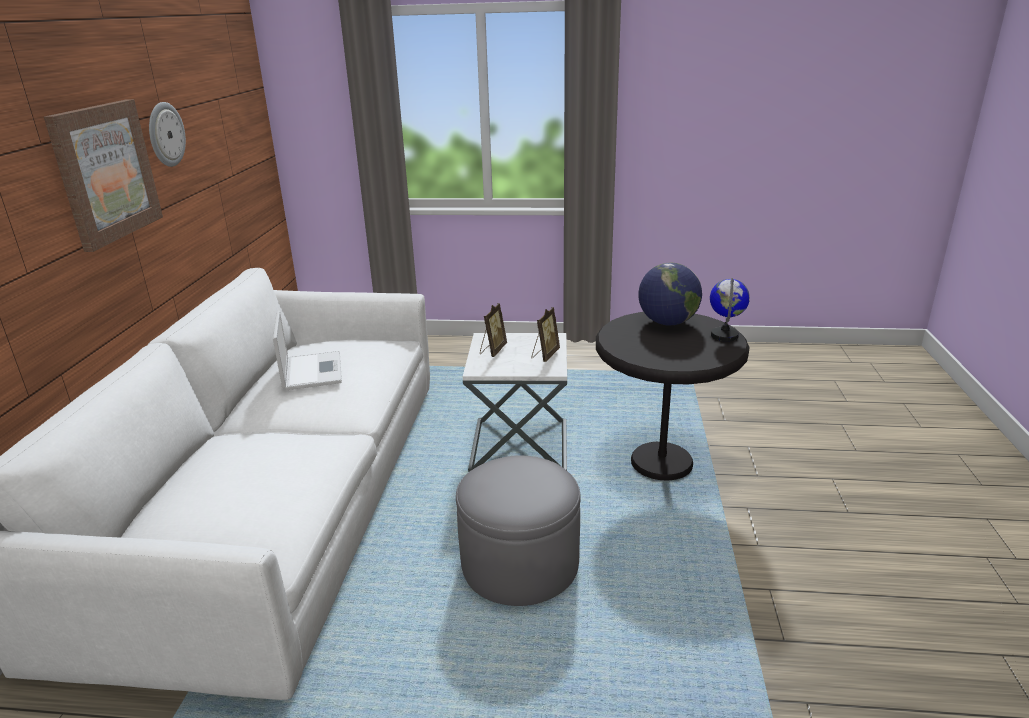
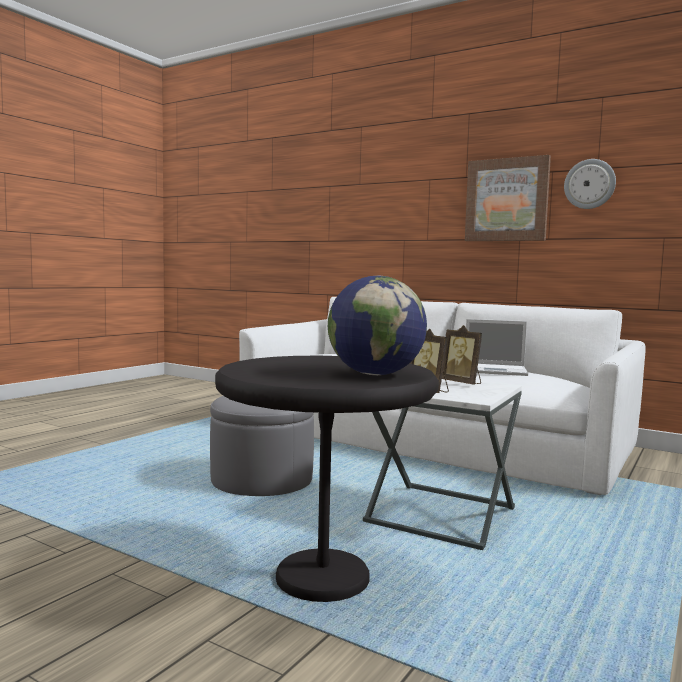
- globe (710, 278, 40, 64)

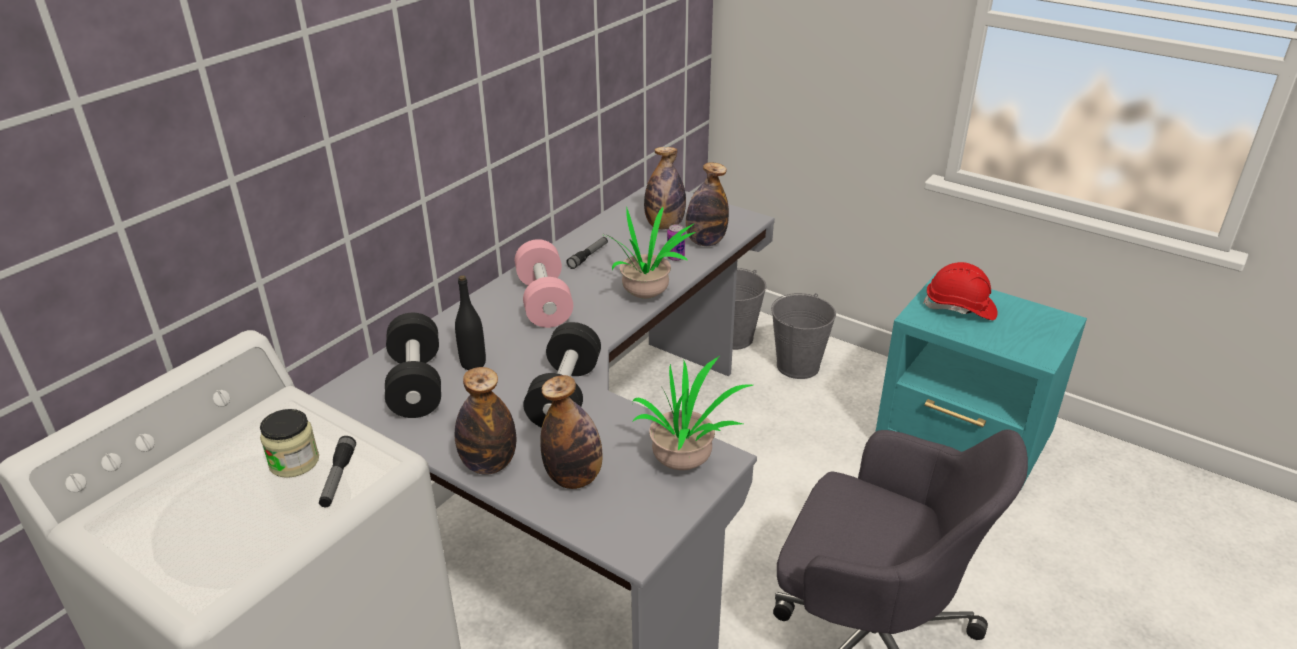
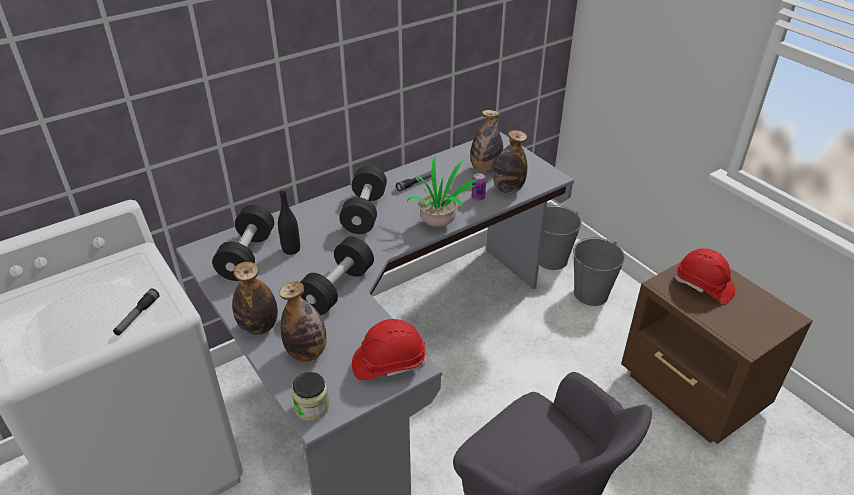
~ jar (260, 409, 59, 69) to (292, 372, 38, 49)
~ pink dumbbell (515, 239, 58, 89) to black dumbbell (339, 166, 48, 68)
~ potted plant (633, 356, 120, 114) to red hard hat (352, 319, 74, 61)
~ turquoise nightstand (876, 273, 211, 210) to brown nightstand (621, 262, 192, 182)

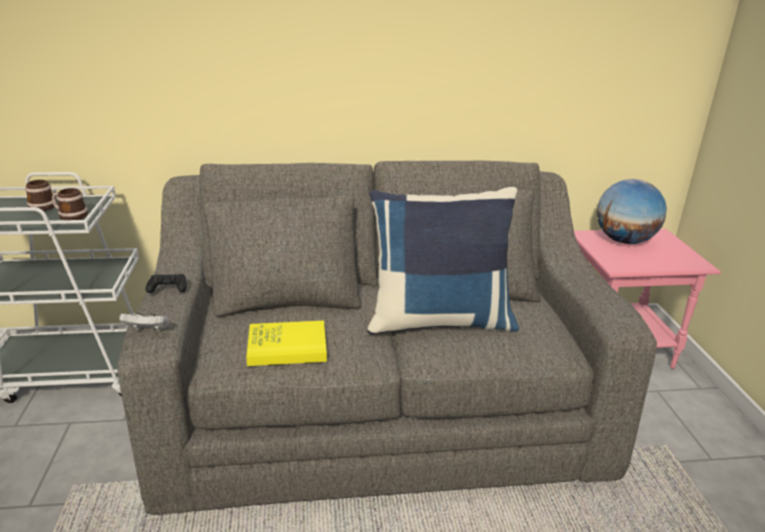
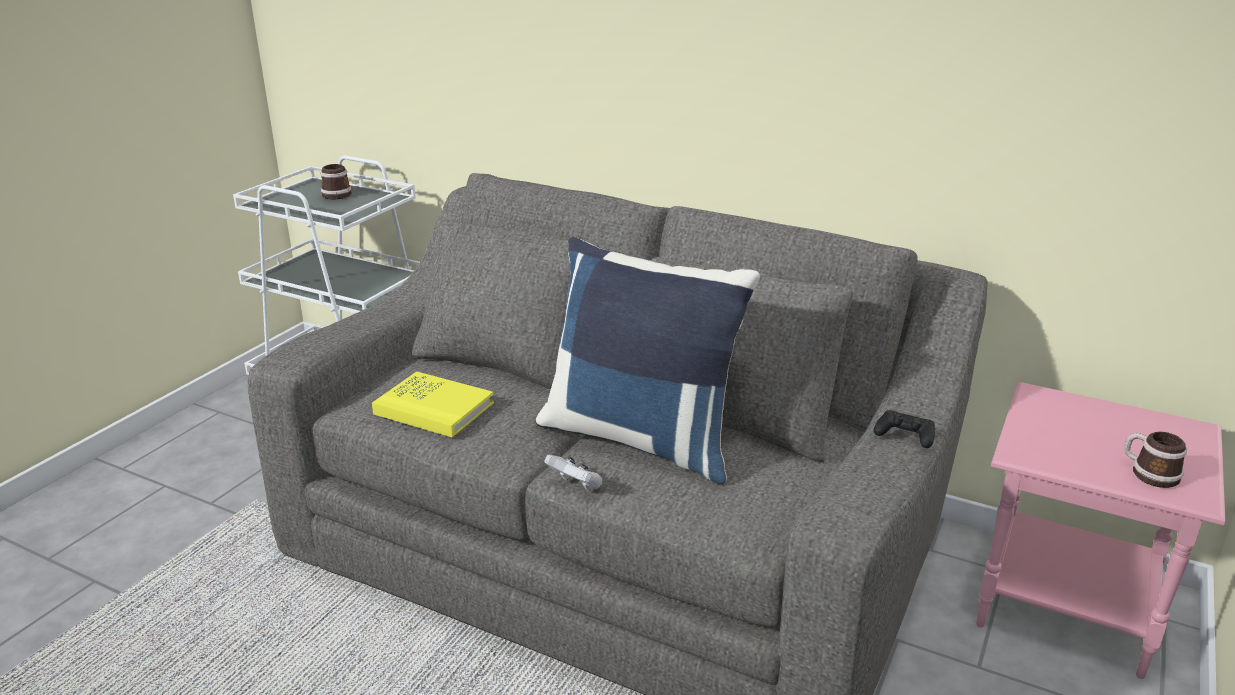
~ mug (52, 188, 36, 32) to (1124, 432, 63, 56)
~ white game controller (119, 313, 50, 19) to (544, 454, 58, 37)
~ black game controller (146, 274, 41, 19) to (874, 410, 61, 38)
- globe (597, 179, 70, 65)

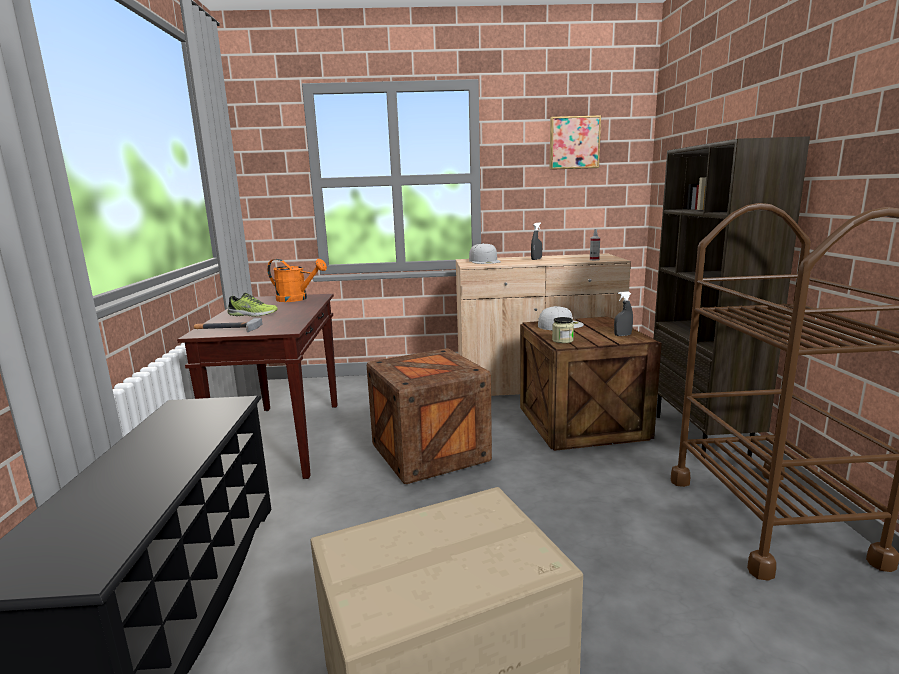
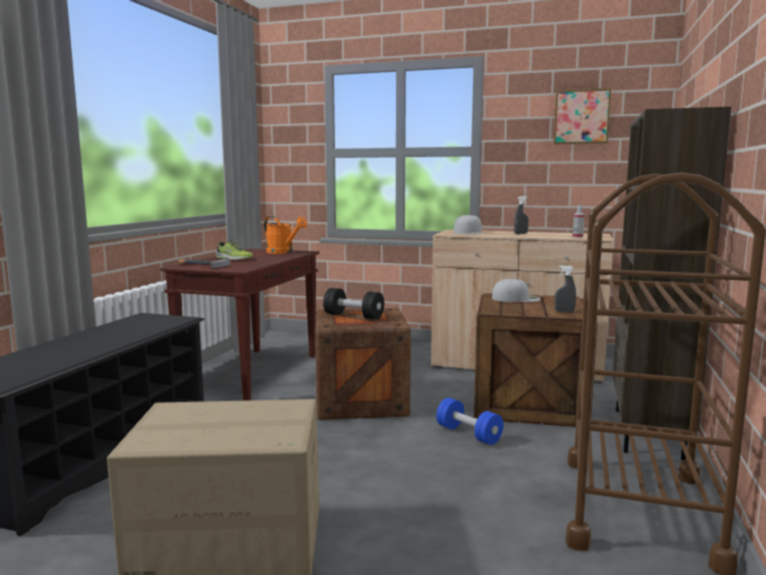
- jar (552, 317, 22, 26)
+ black dumbbell (323, 288, 61, 32)
+ blue dumbbell (436, 398, 68, 47)

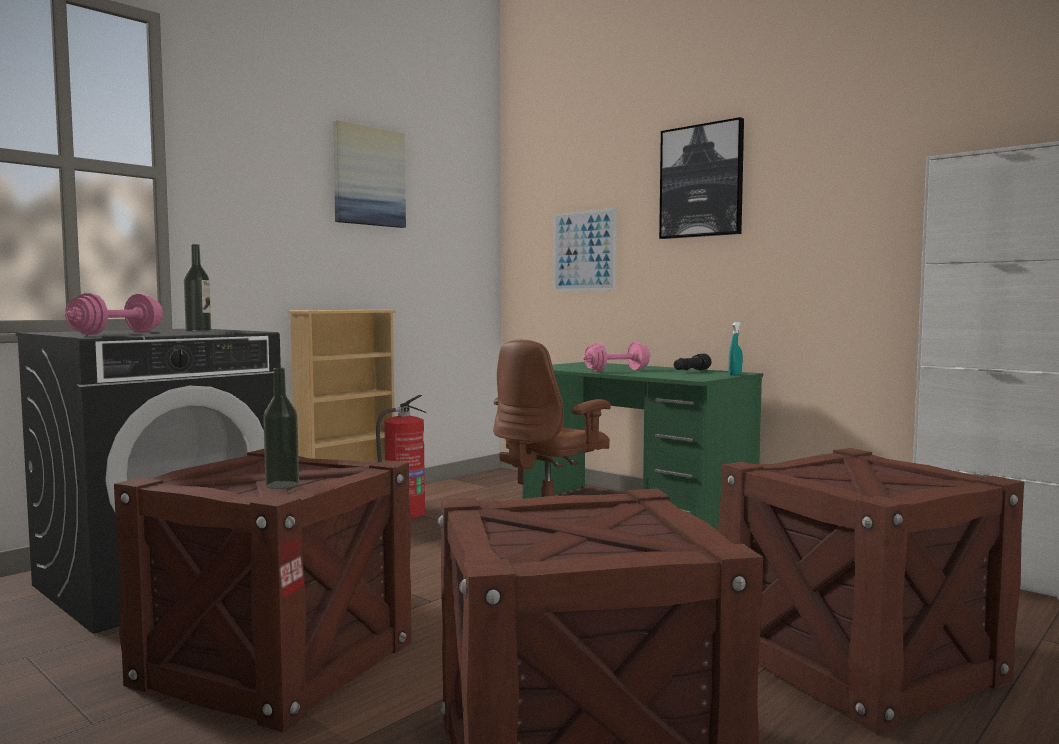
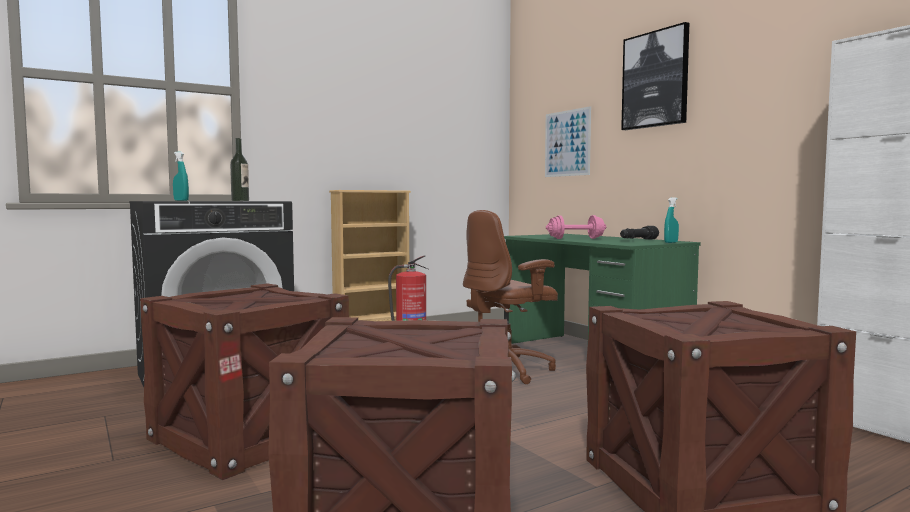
~ pink dumbbell (65, 293, 98, 42) to turquoise spray bottle (173, 152, 16, 49)
- bottle (263, 368, 36, 121)
- picture (333, 120, 73, 108)

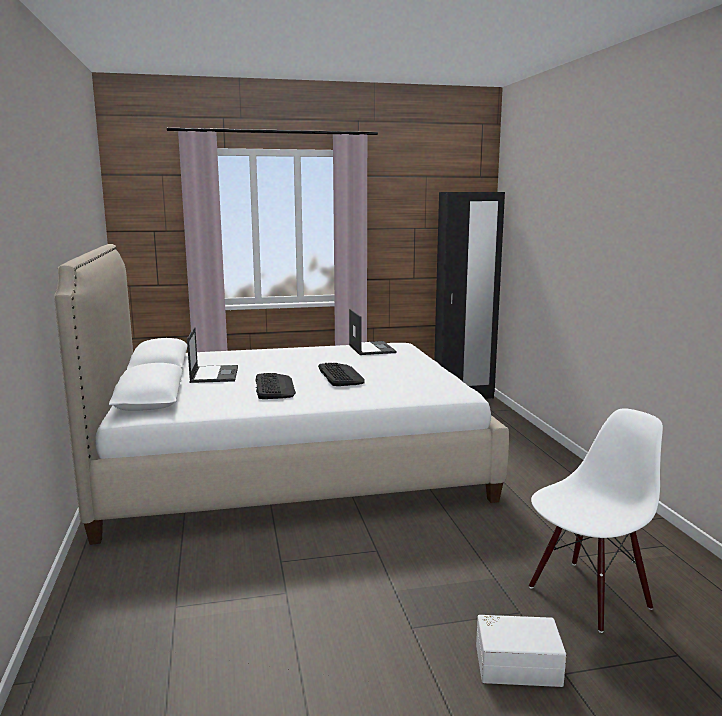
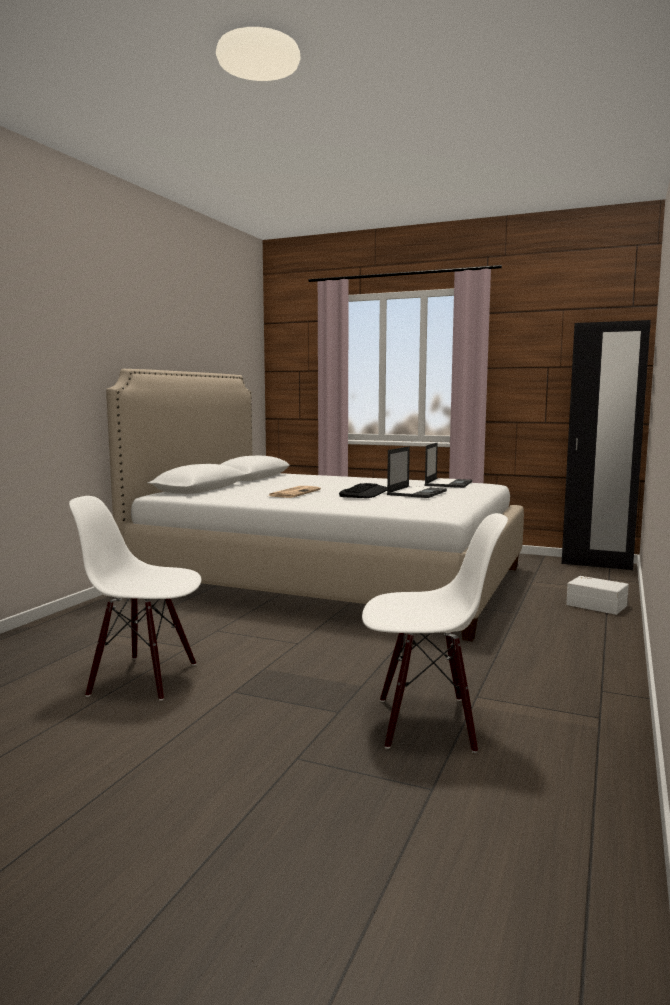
~ laptop (187, 327, 51, 56) to (387, 446, 60, 52)
~ keyboard (255, 373, 41, 26) to newspaper (269, 486, 52, 12)
~ white storage box (476, 615, 90, 72) to (566, 576, 63, 39)
+ white chair (69, 496, 132, 205)

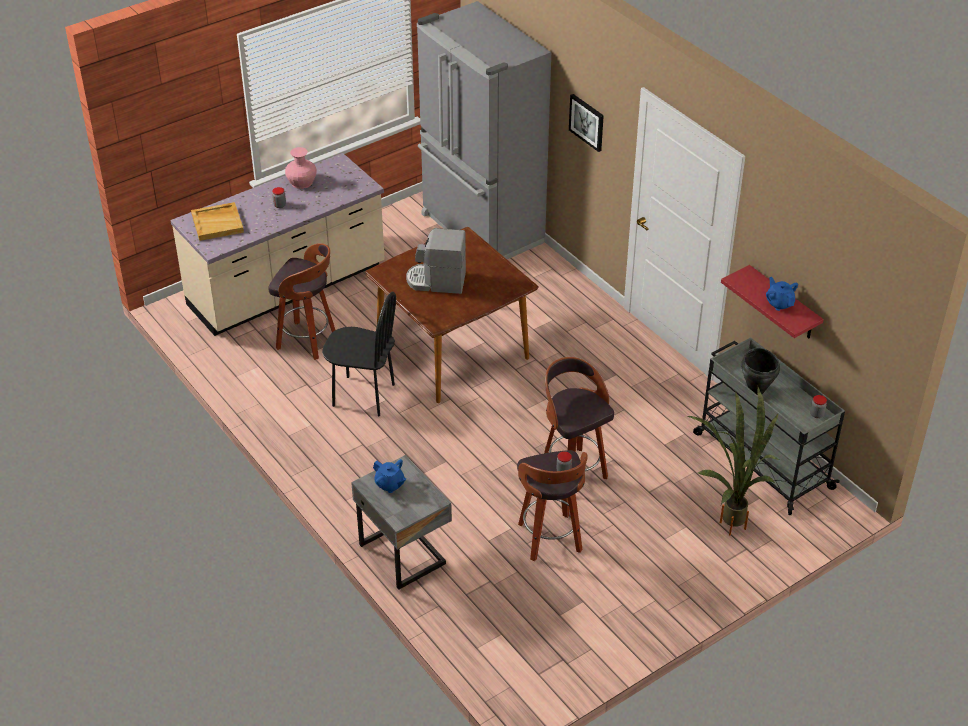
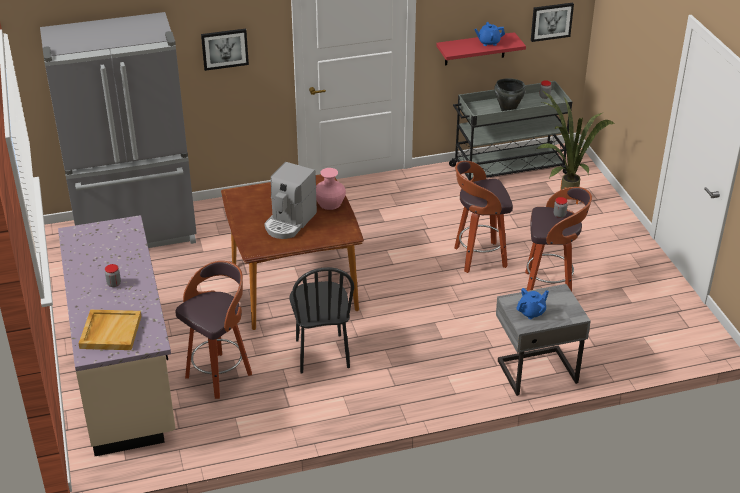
~ pink vase (285, 147, 31, 42) to (316, 168, 30, 42)
~ black chair (322, 292, 74, 125) = (290, 267, 64, 107) 135 degrees clockwise
+ picture (531, 3, 43, 39)

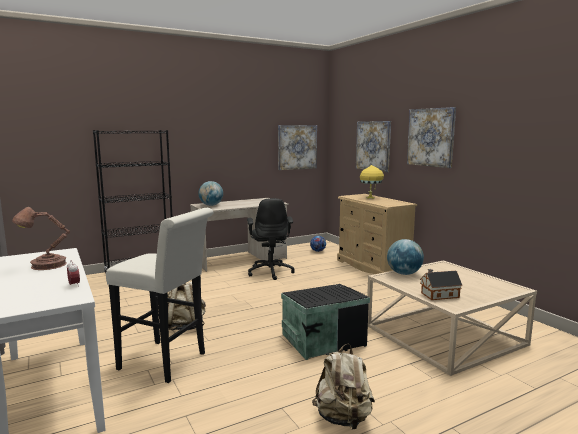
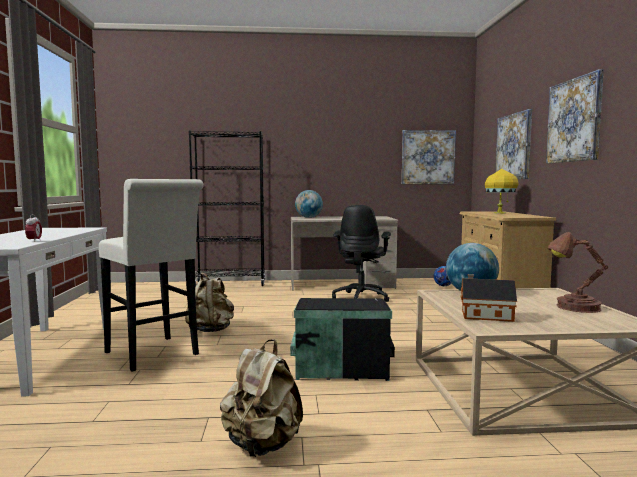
~ brown table lamp (12, 207, 58, 63) to (548, 232, 60, 81)

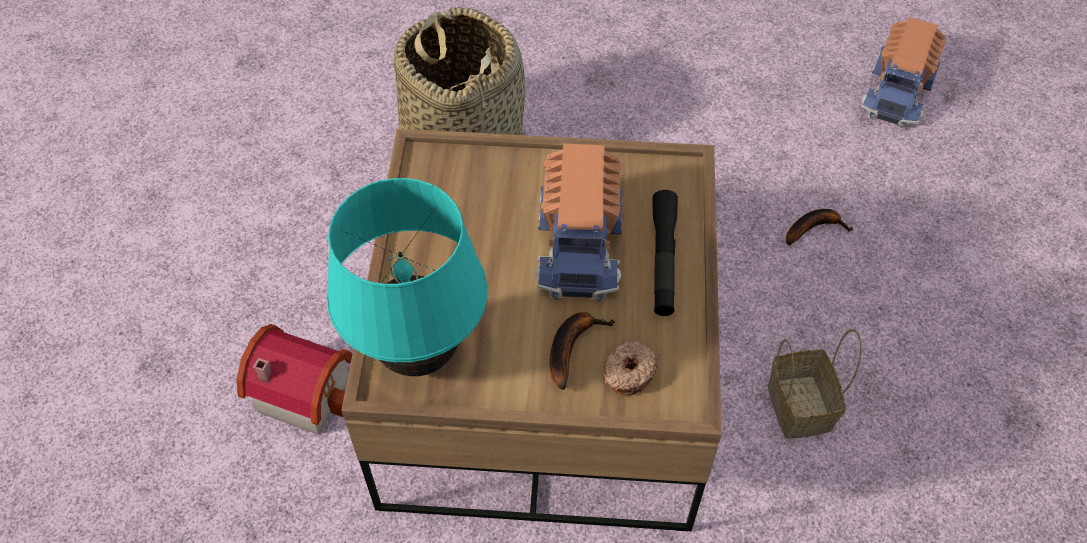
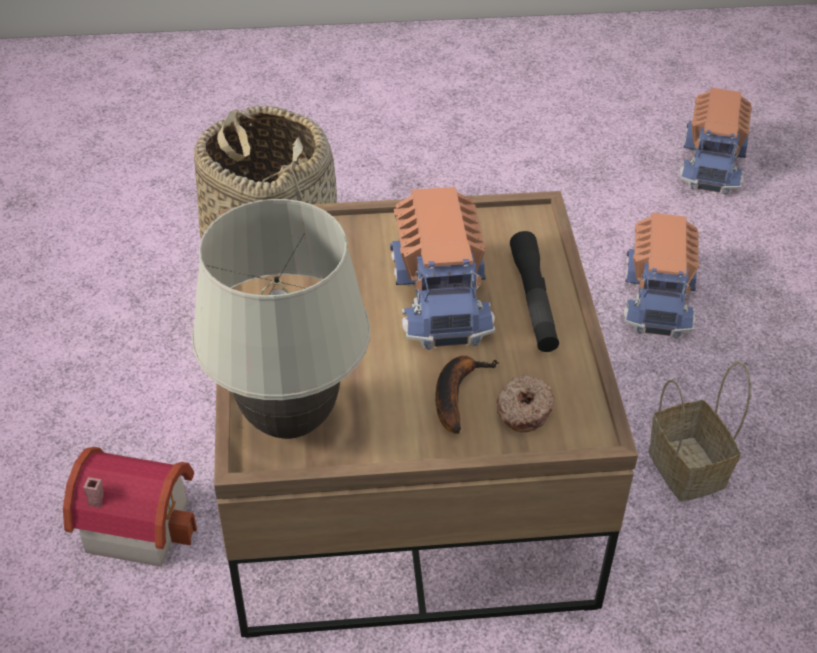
~ turquoise table lamp (327, 178, 160, 198) to white table lamp (192, 199, 178, 240)
~ banana (786, 209, 67, 37) to toy truck (624, 213, 75, 126)

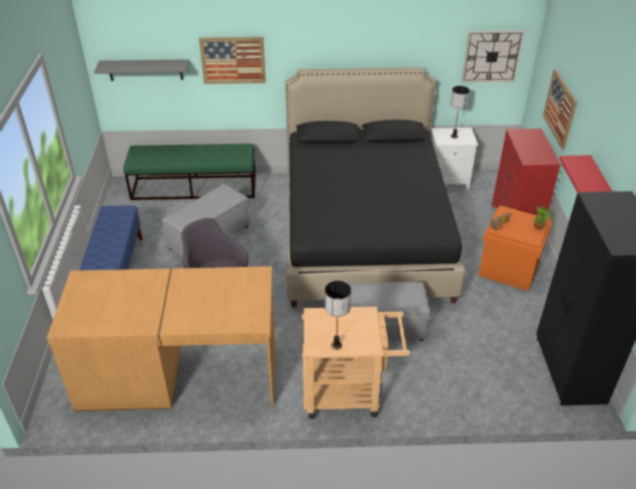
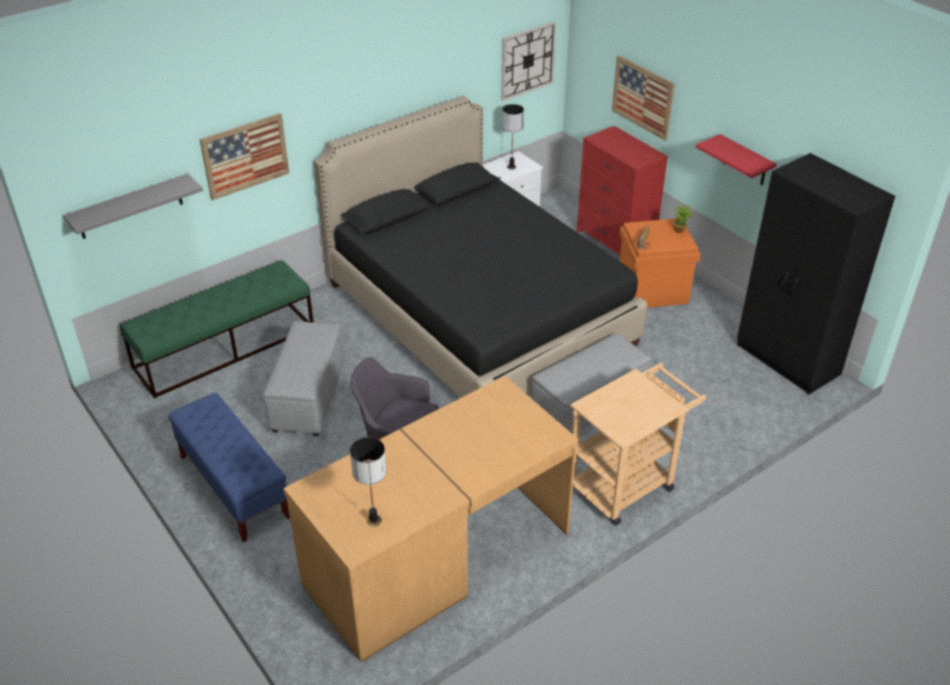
~ table lamp (325, 281, 26, 69) to (350, 437, 36, 90)

